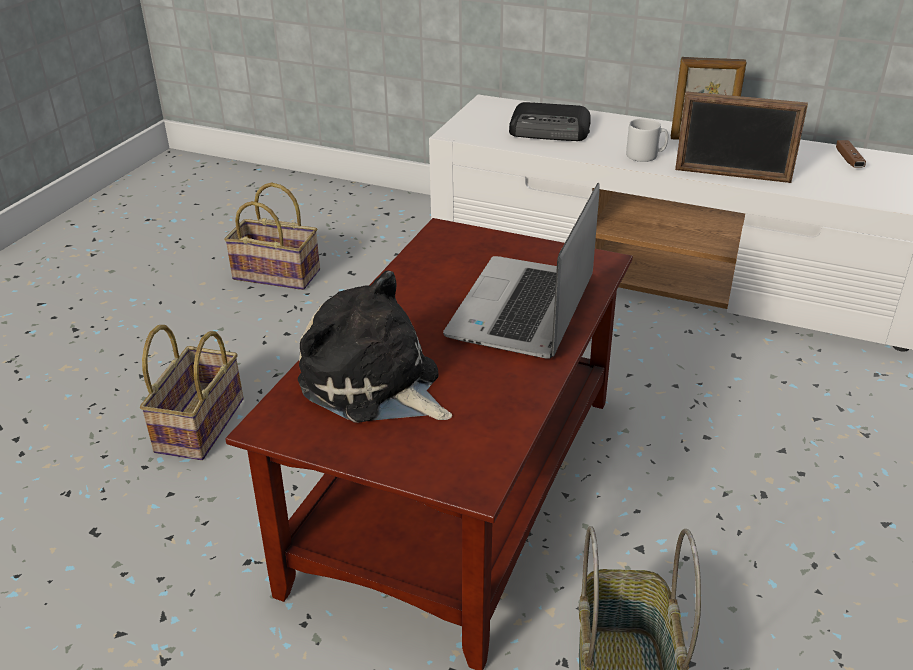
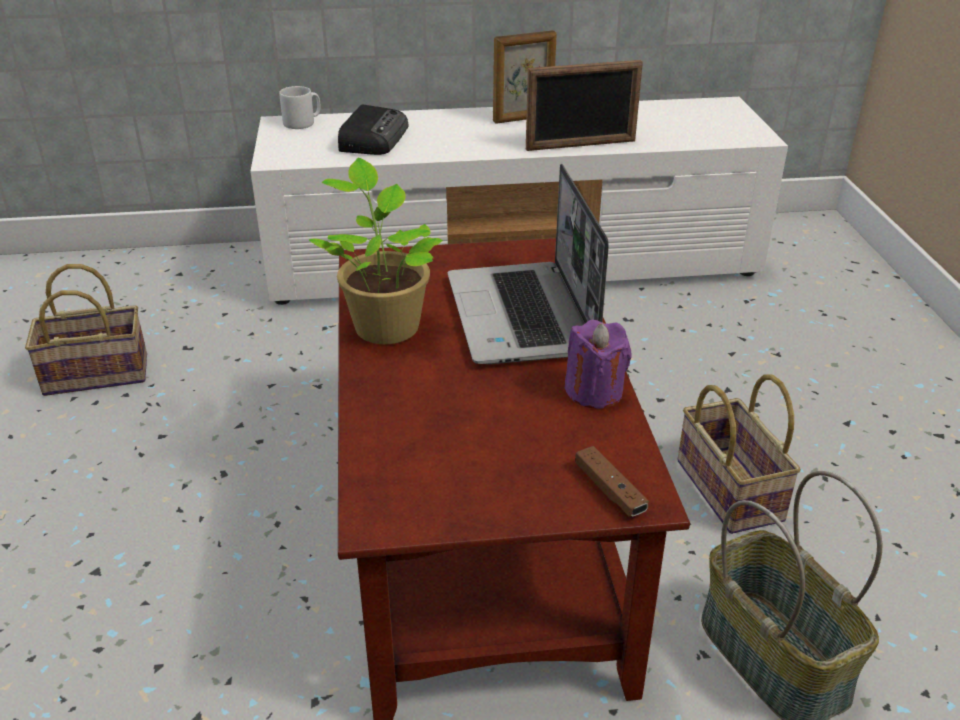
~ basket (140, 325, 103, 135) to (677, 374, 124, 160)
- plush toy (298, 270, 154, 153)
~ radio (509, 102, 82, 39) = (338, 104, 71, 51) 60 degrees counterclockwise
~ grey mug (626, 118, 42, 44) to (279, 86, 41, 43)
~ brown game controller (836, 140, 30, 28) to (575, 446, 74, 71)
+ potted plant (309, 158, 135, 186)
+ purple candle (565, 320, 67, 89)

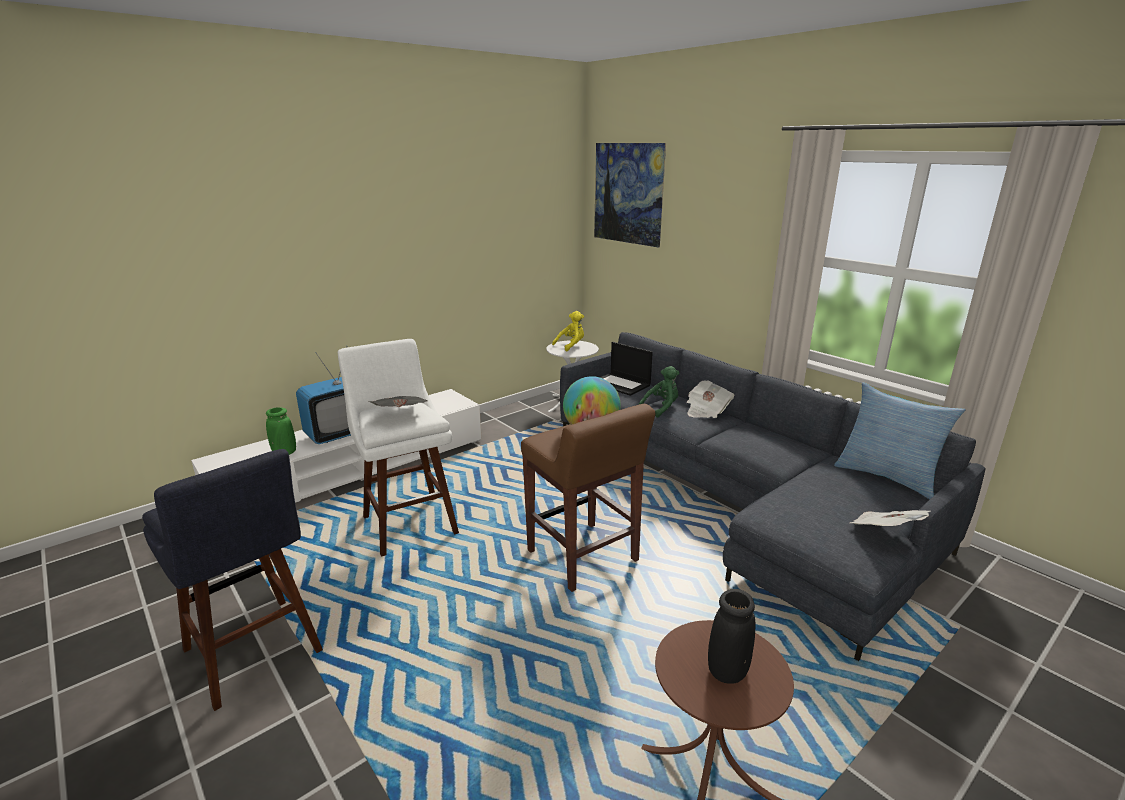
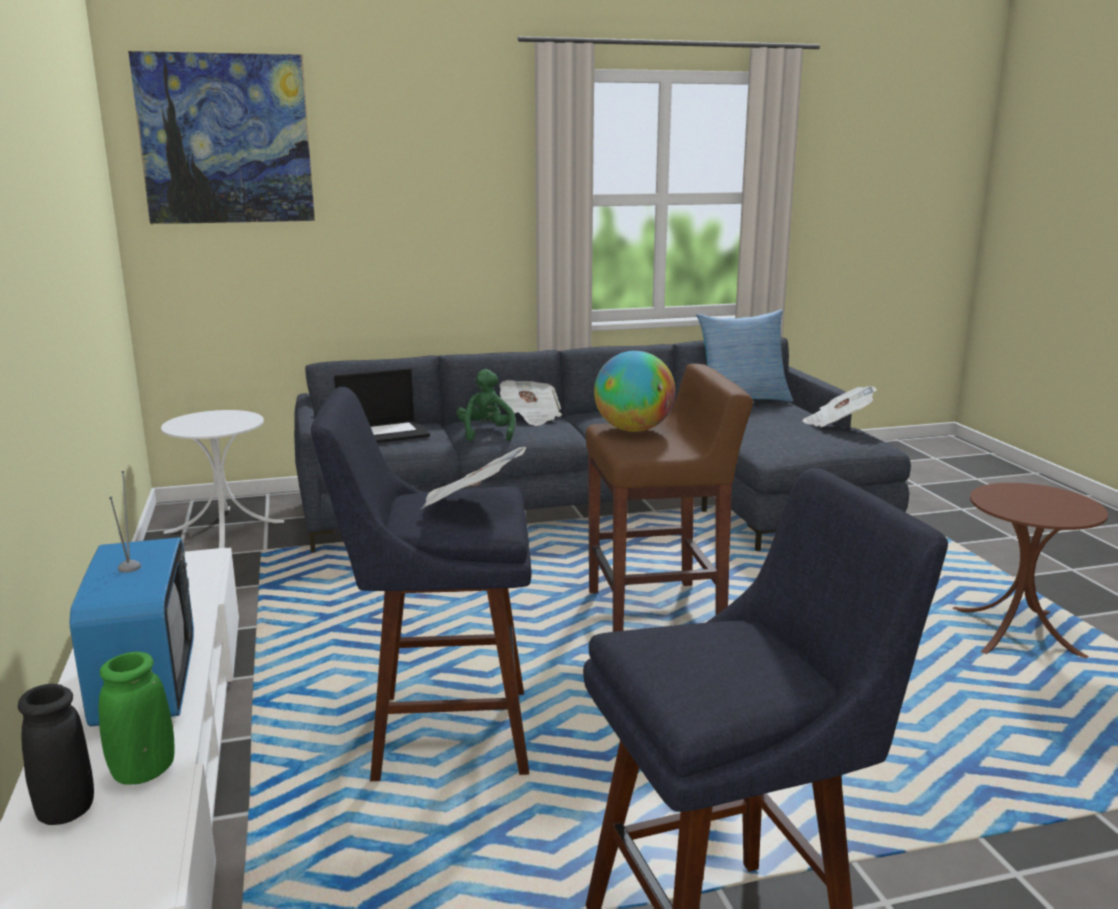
~ white stool (338, 339, 121, 218) to blue stool (311, 387, 221, 394)
- yellow plush toy (552, 311, 32, 41)
~ black vase (708, 589, 48, 95) to (18, 684, 76, 141)

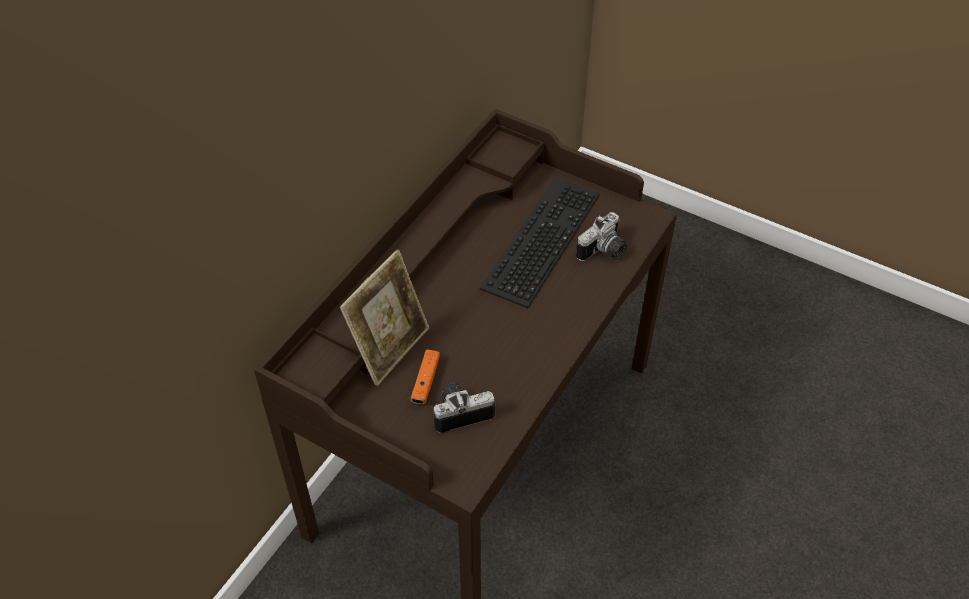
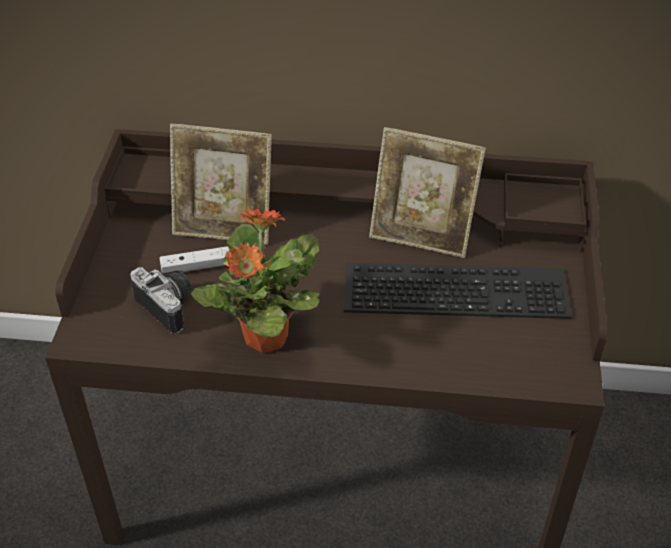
~ orange game controller (411, 350, 29, 54) to white game controller (160, 246, 69, 27)
- photo camera (576, 212, 51, 49)
+ potted plant (191, 208, 129, 145)
+ picture frame (369, 127, 117, 131)

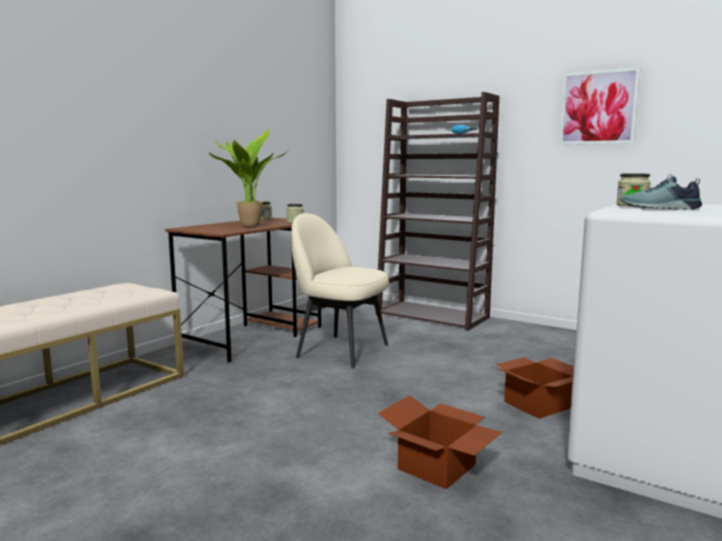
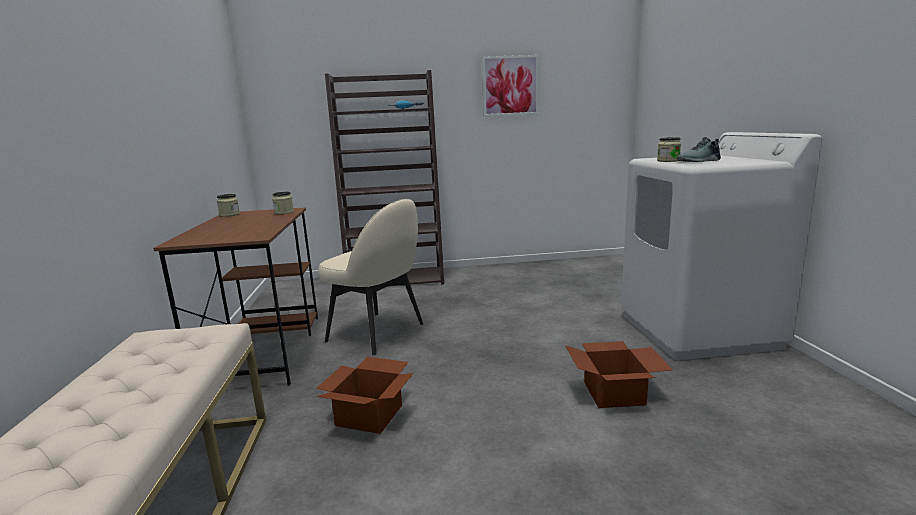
- potted plant (209, 129, 79, 98)
~ beige chair (291, 213, 98, 155) = (318, 199, 105, 156) 135 degrees counterclockwise
~ cardboard box (492, 357, 82, 62) to (316, 357, 98, 77)

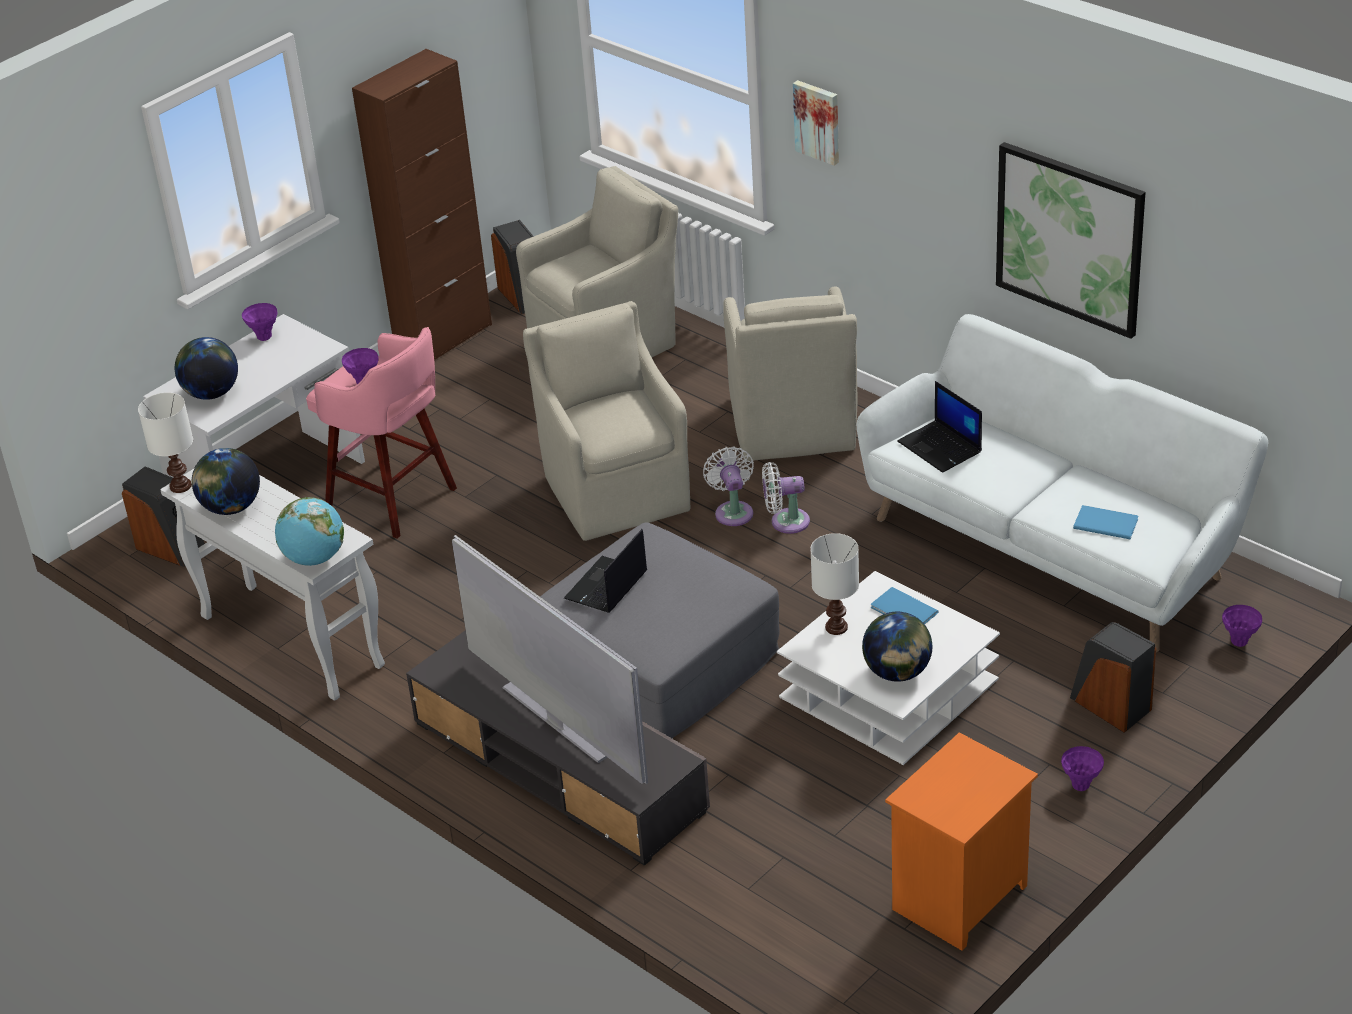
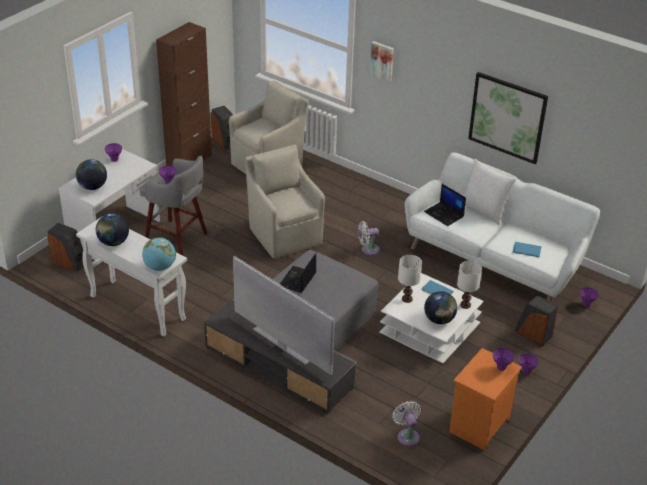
~ white table lamp (138, 392, 55, 101) to (457, 261, 25, 48)
~ pink stool (306, 327, 151, 212) to grey stool (140, 156, 67, 99)
~ white fan (703, 446, 51, 80) to (393, 401, 28, 45)
- beige armchair (724, 286, 134, 175)
+ white pillow (463, 159, 53, 66)
+ purple vase (493, 348, 21, 23)

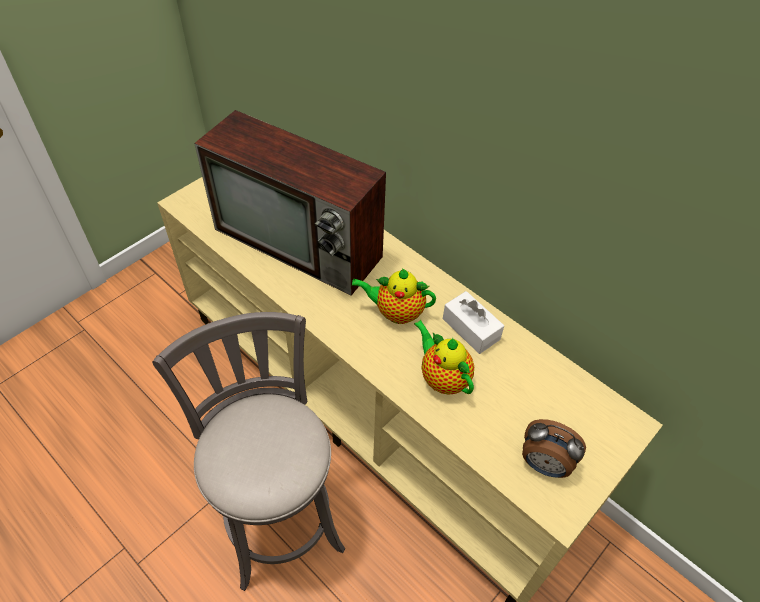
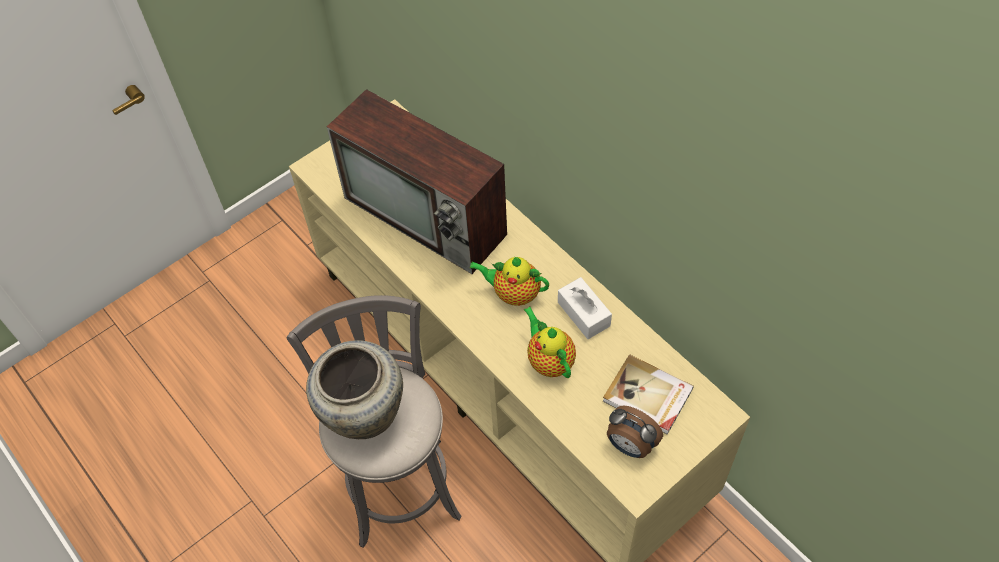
+ beige vase (306, 340, 97, 99)
+ book (603, 354, 91, 80)

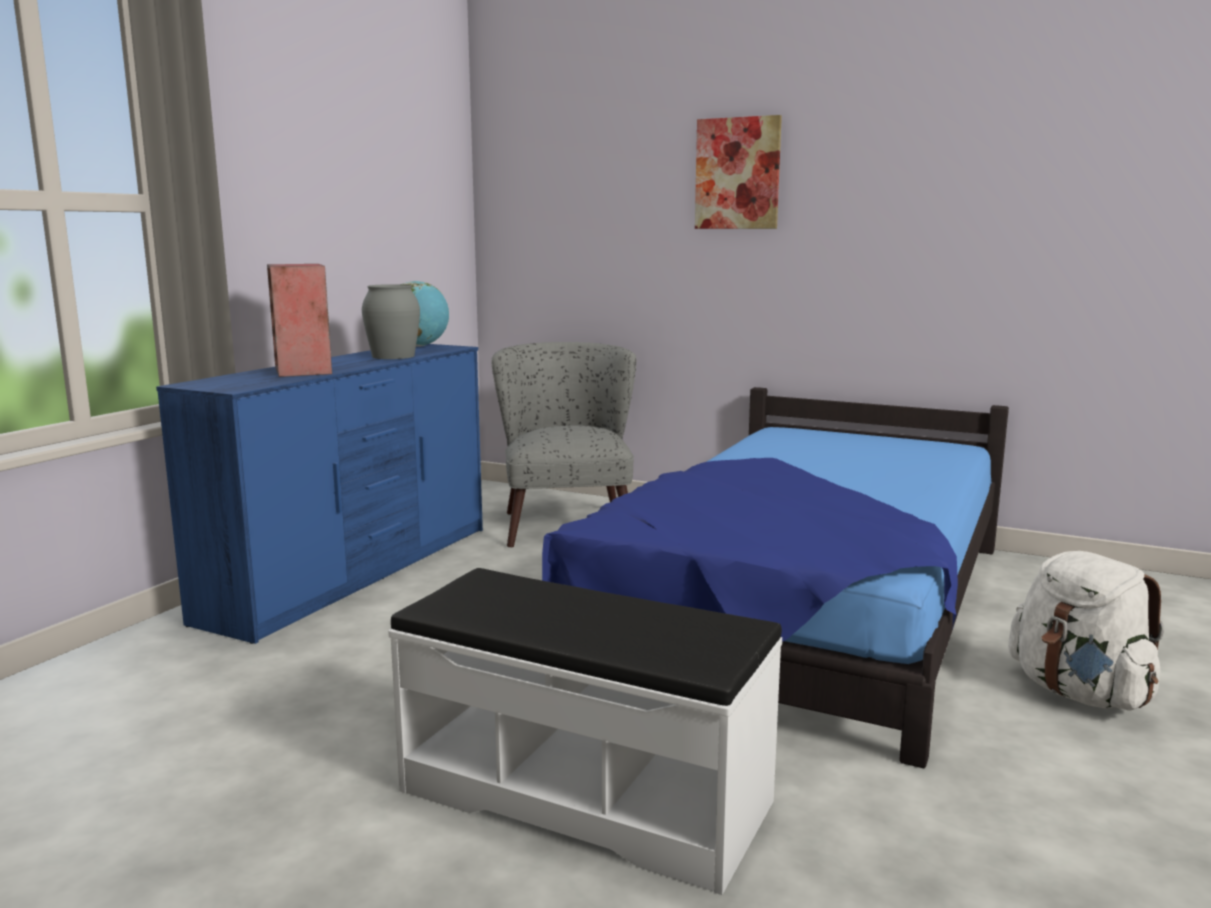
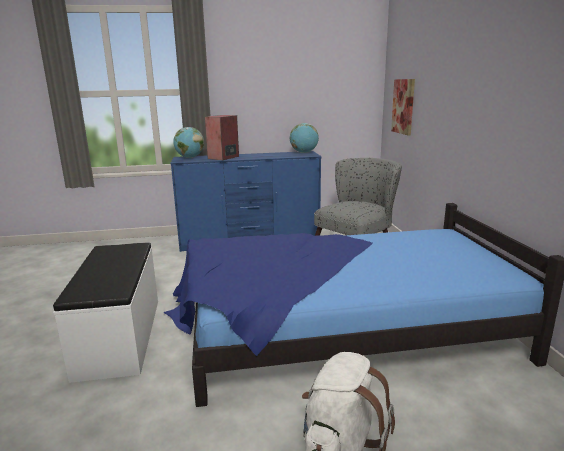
- grey vase (362, 284, 58, 75)
~ picture (695, 115, 87, 114) to (391, 79, 24, 57)
+ globe (173, 127, 31, 31)

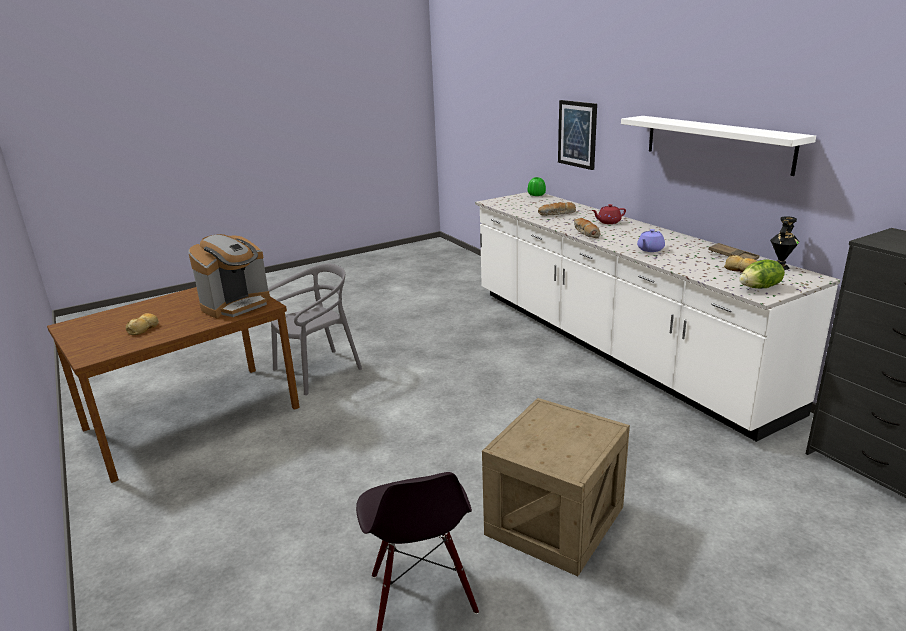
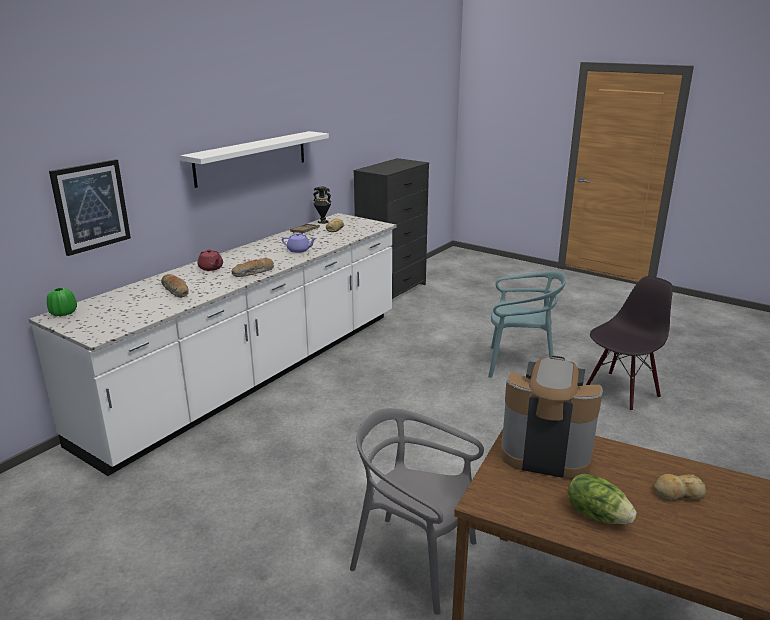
~ crate (482, 398, 148, 178) to turquoise chair (488, 271, 78, 107)
~ lettuce (739, 260, 46, 28) to (567, 473, 70, 51)

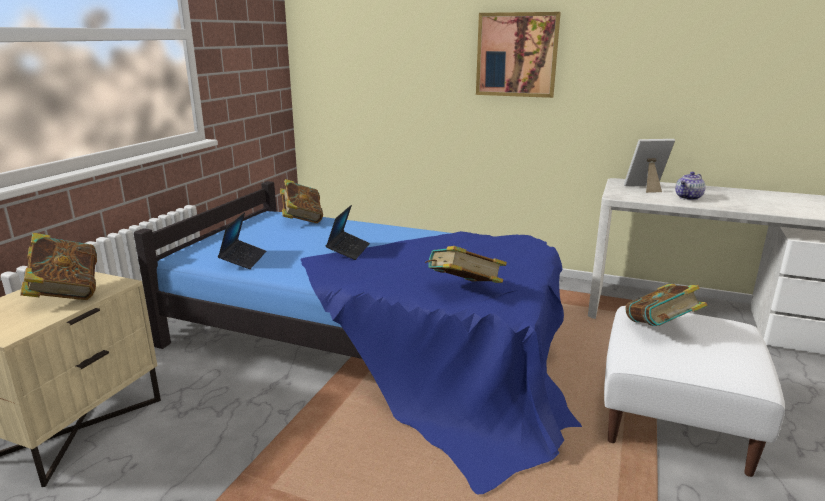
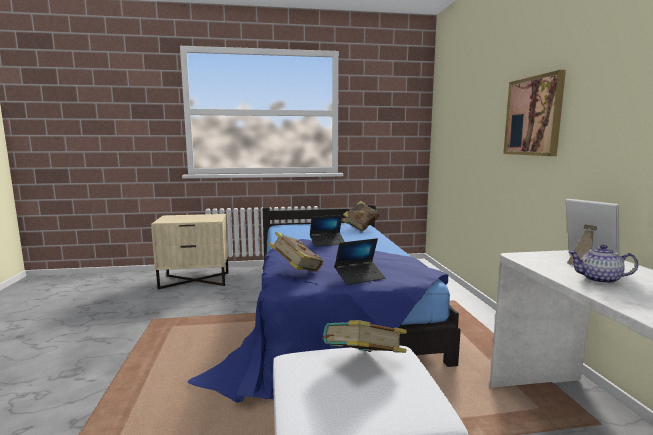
- book (20, 233, 77, 67)
~ laptop (218, 212, 48, 57) to (335, 238, 51, 47)

